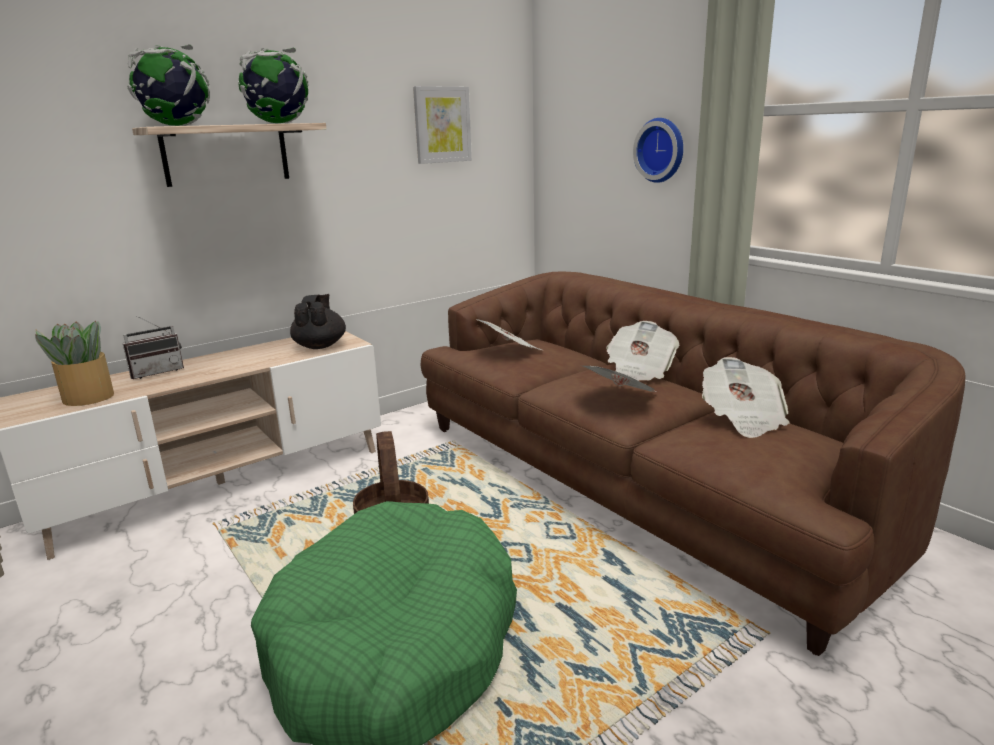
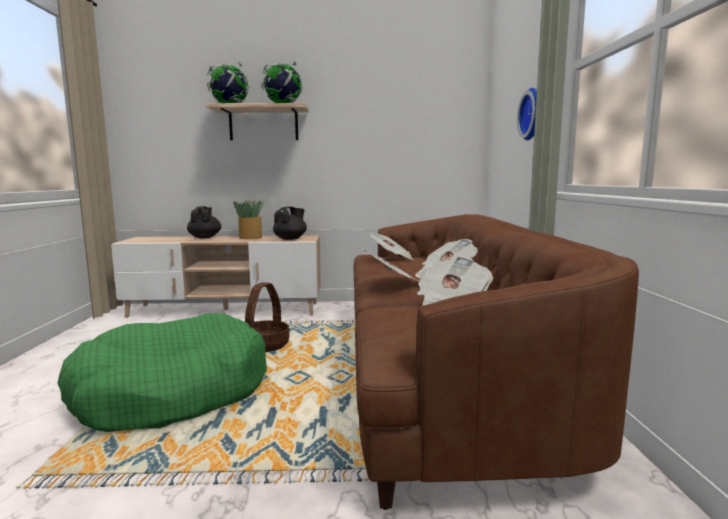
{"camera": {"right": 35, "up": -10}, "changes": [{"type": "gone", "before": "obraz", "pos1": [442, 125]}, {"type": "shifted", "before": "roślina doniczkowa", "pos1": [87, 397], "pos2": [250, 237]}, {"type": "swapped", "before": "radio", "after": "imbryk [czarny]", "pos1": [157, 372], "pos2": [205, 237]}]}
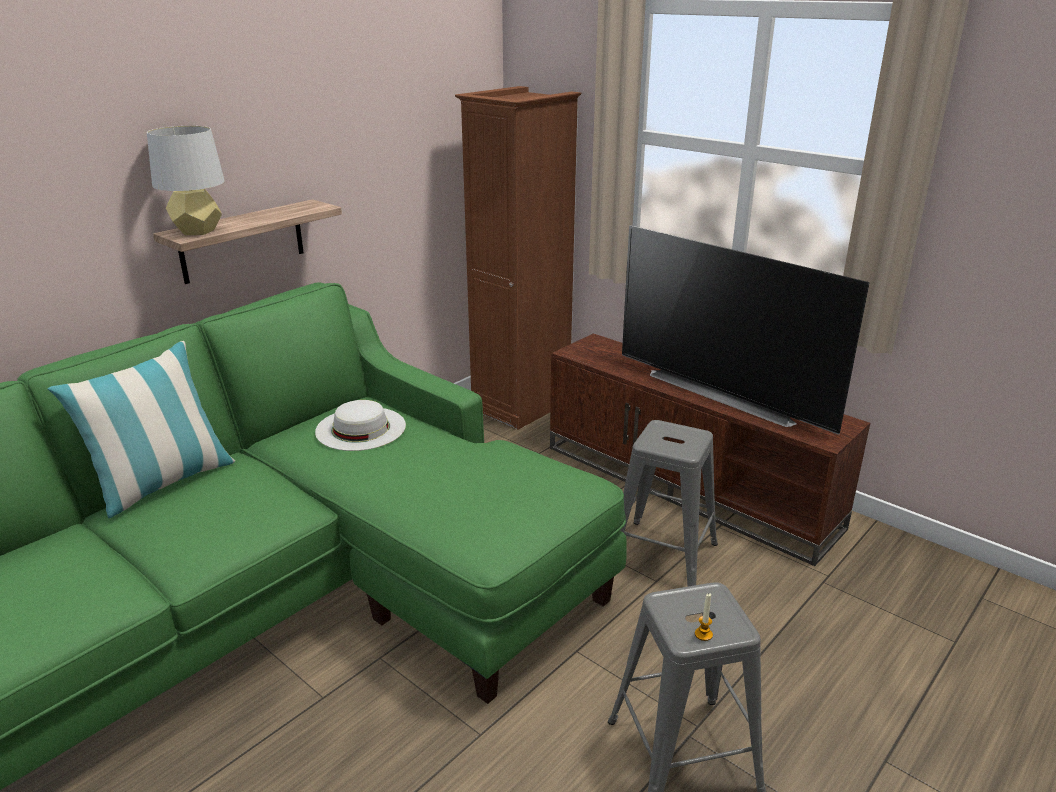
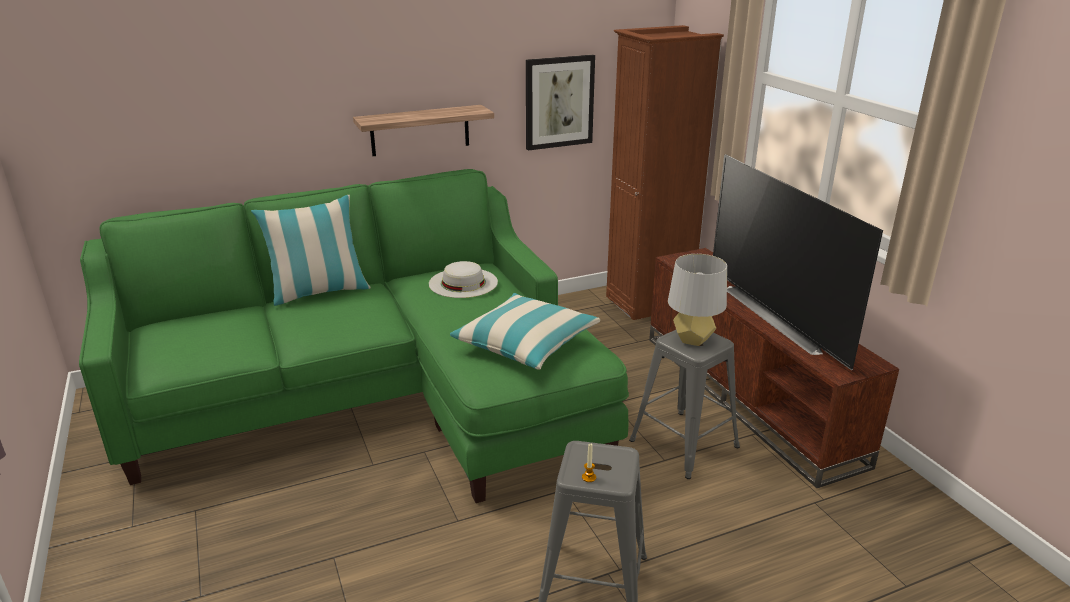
{"camera": {"right": 25, "up": 0}, "changes": [{"type": "new", "after": "poduszka", "pos2": [525, 343]}, {"type": "new", "after": "obraz", "pos2": [559, 102]}, {"type": "shifted", "before": "lampa stołowa [szary]", "pos1": [198, 231], "pos2": [693, 339]}]}
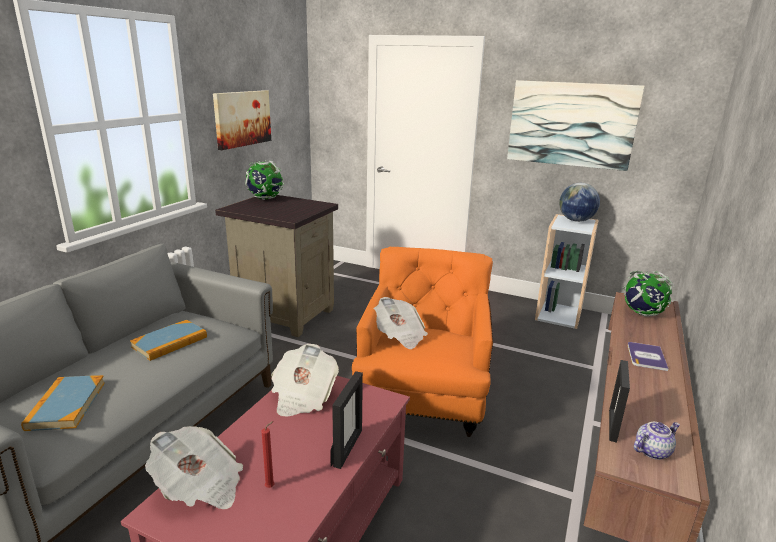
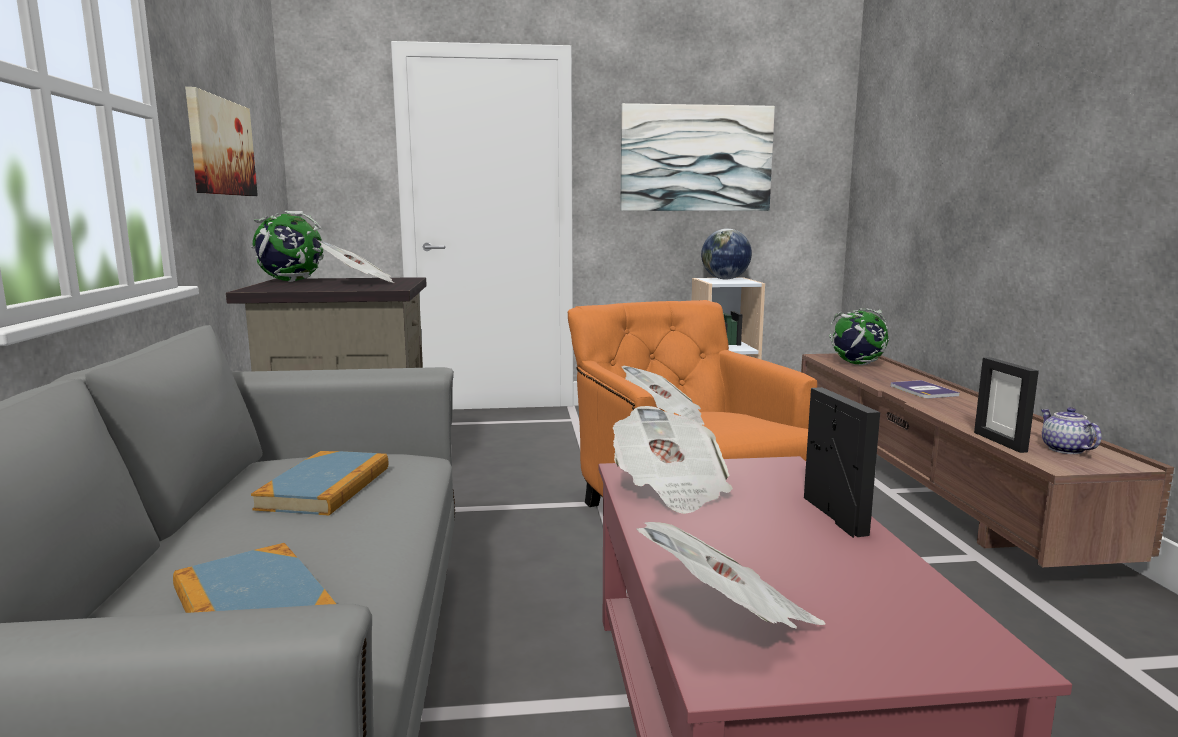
{"camera": {"right": -30, "up": -10}, "changes": [{"type": "gone", "before": "świeca [czerwony]", "pos1": [271, 486]}, {"type": "new", "after": "gazeta", "pos2": [360, 283]}, {"type": "rotated", "before": "imbryk", "pos1": [652, 450], "pos2": [1064, 449], "turn": -45}]}
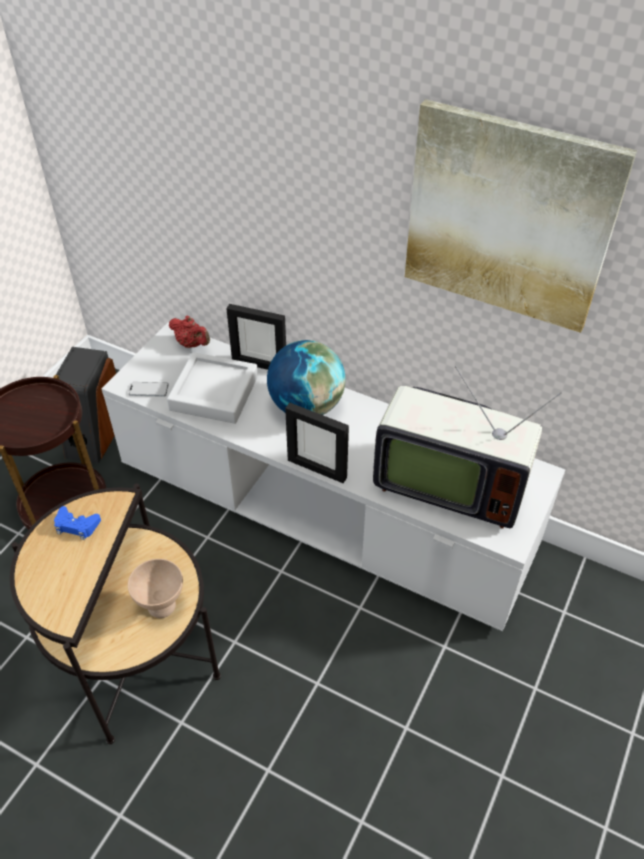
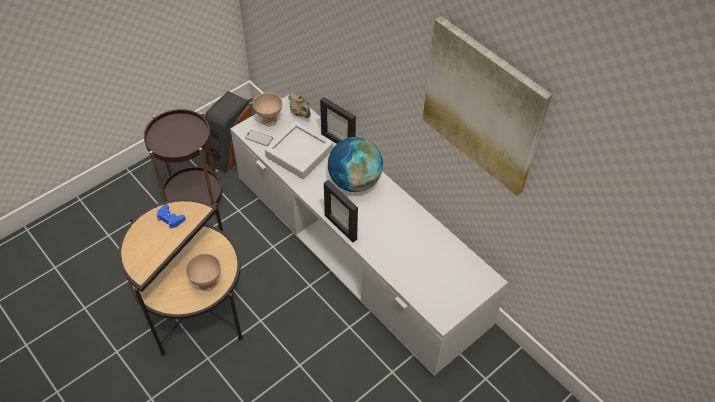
{"camera": {"right": 20, "up": 5}, "changes": [{"type": "gone", "before": "telewizor", "pos1": [448, 483]}, {"type": "new", "after": "miska [beżowy]", "pos2": [268, 121]}, {"type": "repainted", "before": "imbryk [czerwony]", "after": "imbryk [beżowy]", "pos1": [192, 344], "pos2": [300, 113]}]}
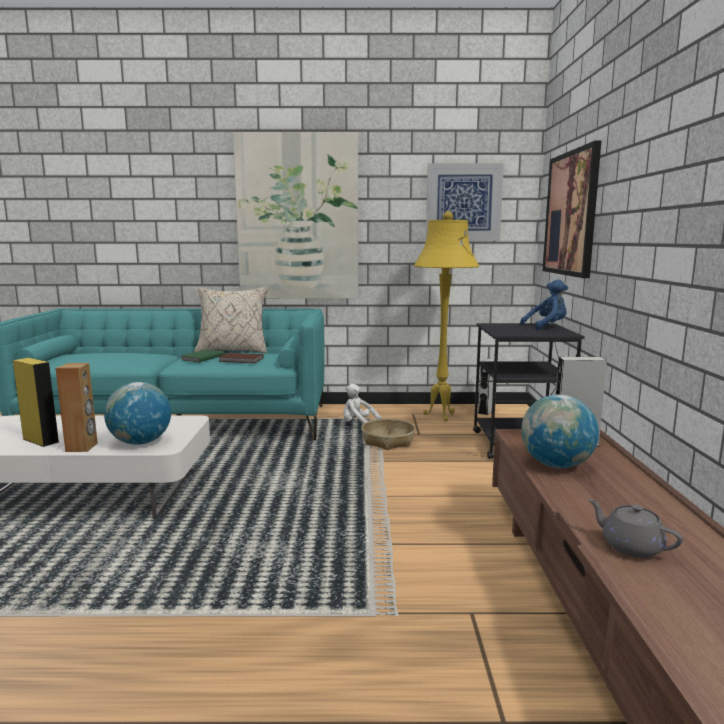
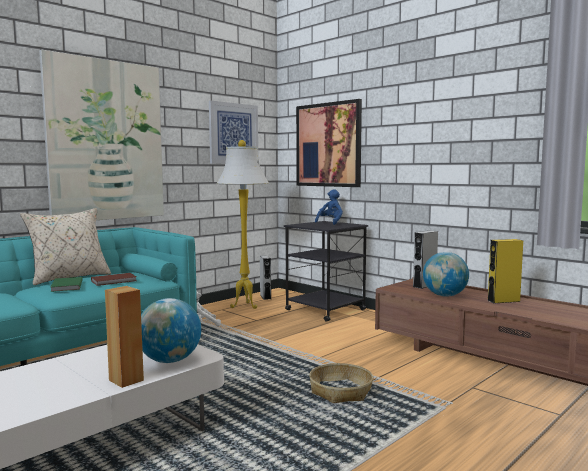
{"camera": {"right": -45, "up": -5}, "changes": [{"type": "gone", "before": "imbryk [szary]", "pos1": [630, 546]}, {"type": "shifted", "before": "głośnik [żółty]", "pos1": [40, 440], "pos2": [503, 301]}, {"type": "shifted", "before": "koszyk", "pos1": [388, 441], "pos2": [341, 391]}, {"type": "repainted", "before": "lampa stojąca [żółty]", "after": "lampa stojąca [biały]", "pos1": [441, 416], "pos2": [244, 306]}]}
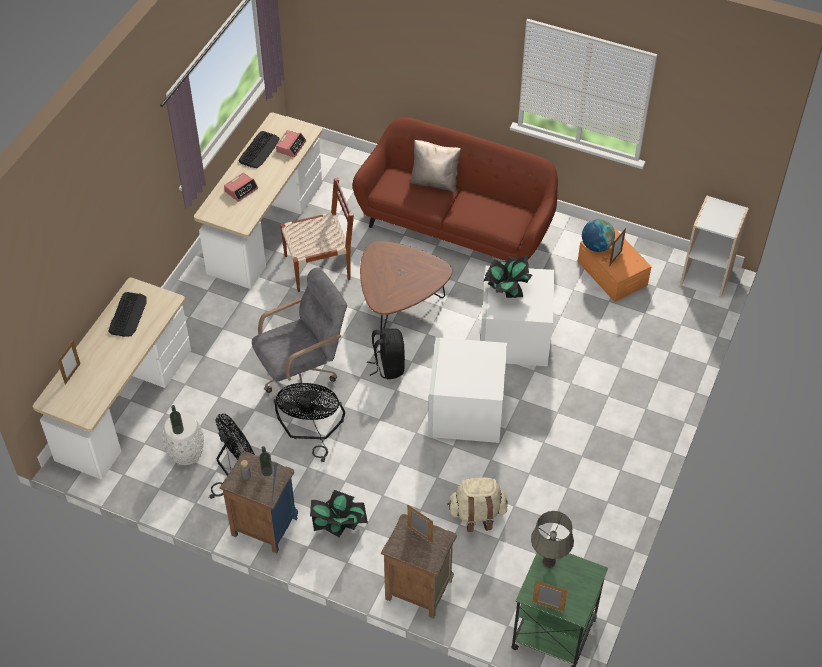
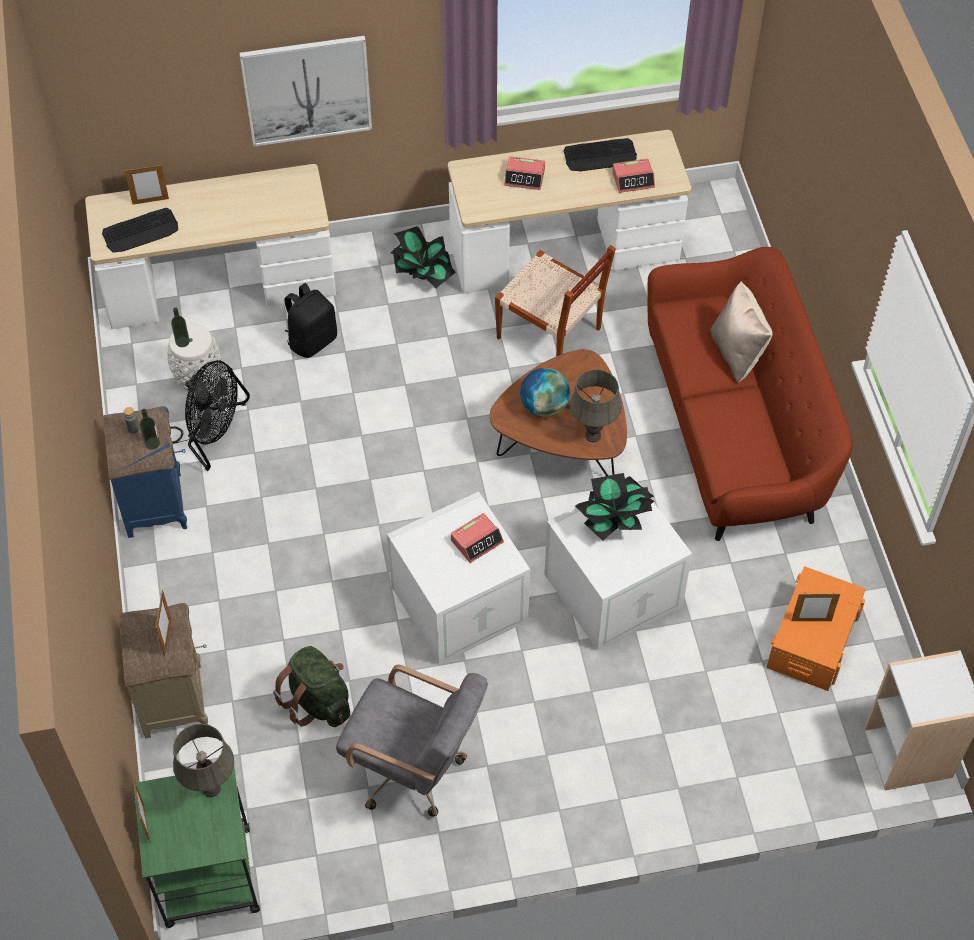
{"camera": {"right": 55, "up": 5}, "changes": [{"type": "gone", "before": "wentylator [czarny]", "pos1": [311, 431]}, {"type": "new", "after": "obraz", "pos2": [307, 90]}, {"type": "new", "after": "budzik", "pos2": [477, 541]}, {"type": "new", "after": "lampa stołowa [szary]", "pos2": [593, 435]}, {"type": "shifted", "before": "klawiatura", "pos1": [128, 314], "pos2": [141, 231]}, {"type": "shifted", "before": "krzesło biurowe [szary]", "pos1": [303, 376], "pos2": [414, 773]}, {"type": "shifted", "before": "roślina doniczkowa", "pos1": [339, 525], "pos2": [422, 274]}, {"type": "shifted", "before": "plecak [czarny]", "pos1": [388, 366], "pos2": [312, 340]}, {"type": "shifted", "before": "globus", "pos1": [596, 246], "pos2": [544, 406]}, {"type": "repainted", "before": "plecak [beżowy]", "after": "plecak [zielony]", "pos1": [477, 514], "pos2": [317, 701]}]}
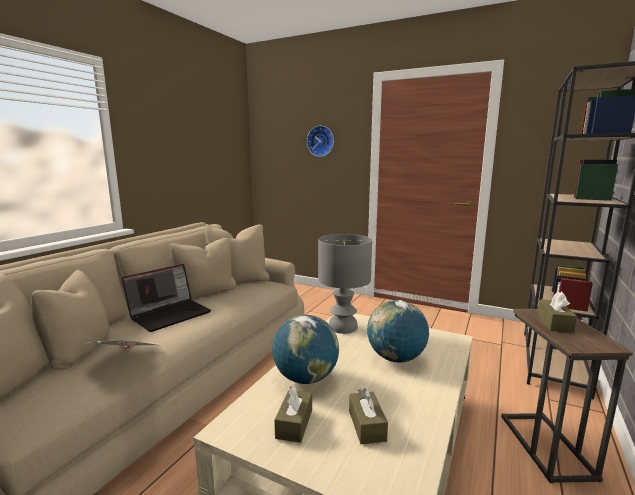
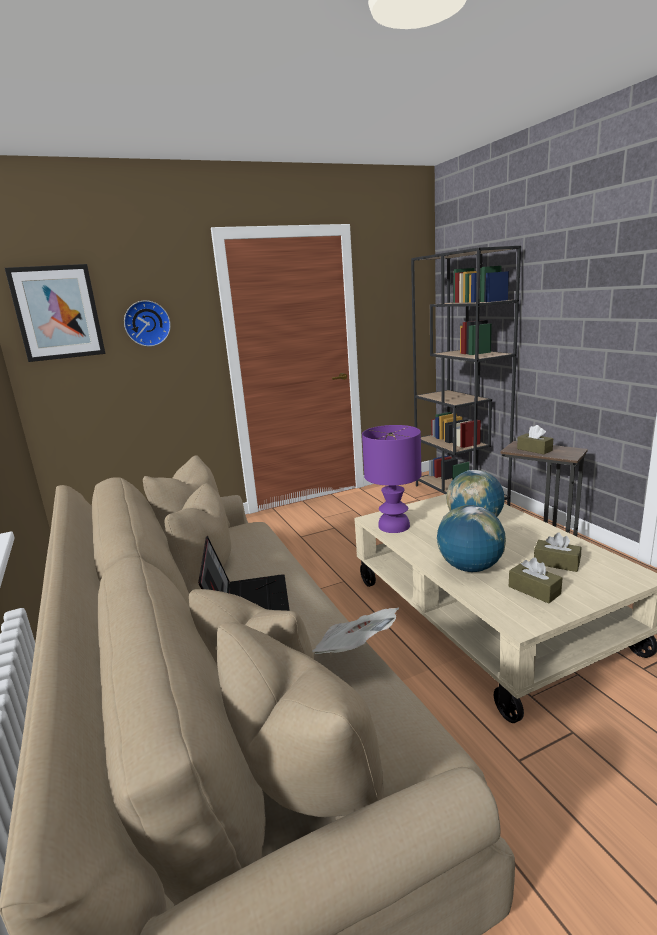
{"camera": {"right": -50, "up": 5}, "changes": [{"type": "new", "after": "obraz", "pos2": [57, 313]}, {"type": "repainted", "before": "lampa stołowa [szary]", "after": "lampa stołowa [fioletowy]", "pos1": [343, 327], "pos2": [394, 525]}]}
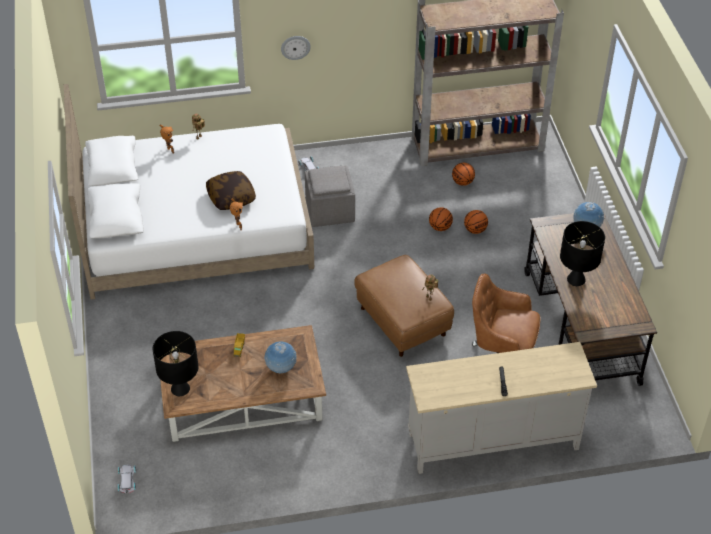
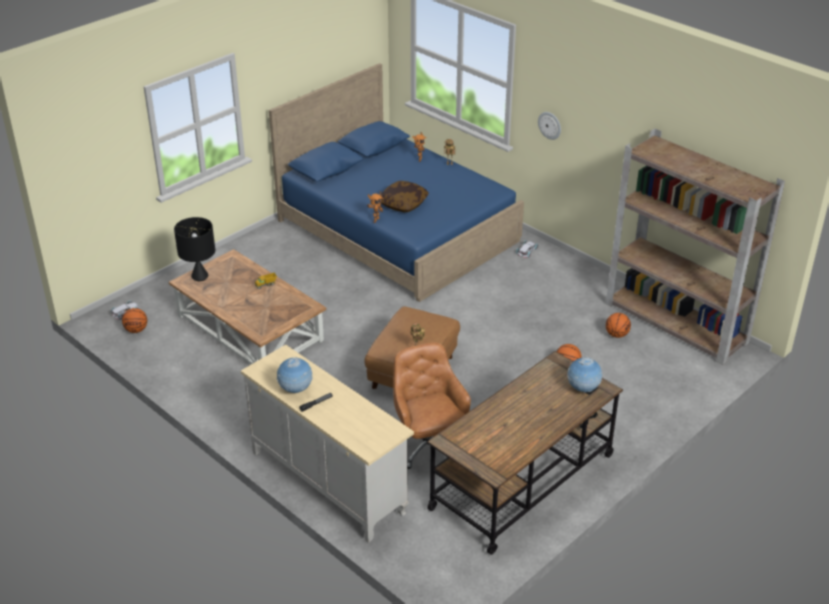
{"camera": {"right": 55, "up": -10}, "changes": [{"type": "gone", "before": "pufa [szary]", "pos1": [329, 210]}, {"type": "gone", "before": "lampa stołowa [czarny]", "pos1": [575, 281]}, {"type": "shifted", "before": "globus", "pos1": [281, 368], "pos2": [295, 390]}, {"type": "shifted", "before": "piłka do koszykówki", "pos1": [440, 227], "pos2": [136, 330]}, {"type": "repainted", "before": "łóżko [biały]", "after": "łóżko [niebieski]", "pos1": [195, 227], "pos2": [398, 230]}]}
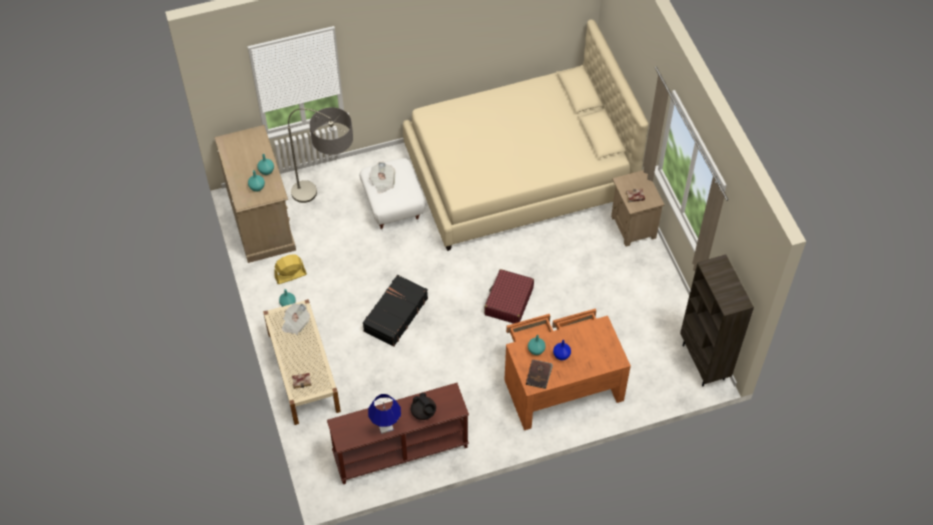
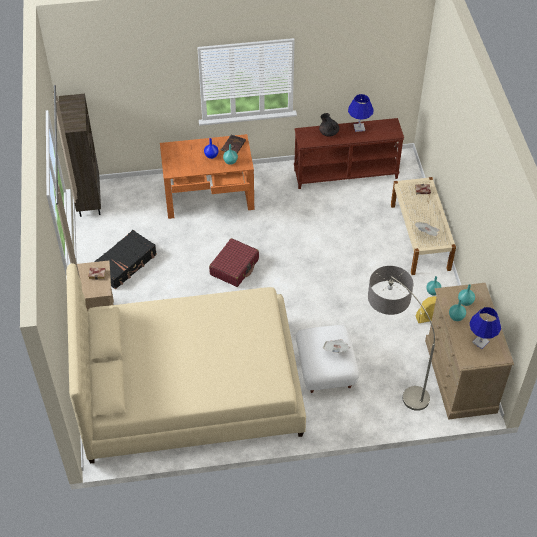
{"camera": {"right": -170, "up": -5}, "changes": [{"type": "new", "after": "lampa stołowa [niebieski]", "pos2": [480, 342]}, {"type": "shifted", "before": "walizka [czarny]", "pos1": [395, 315], "pos2": [125, 264]}]}
